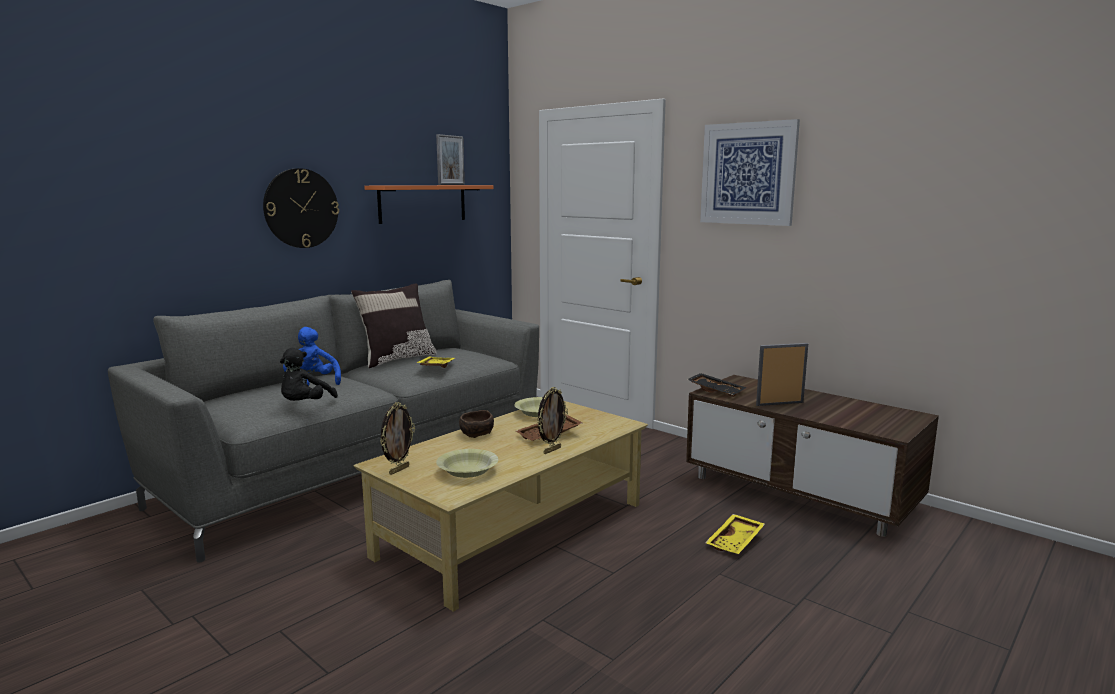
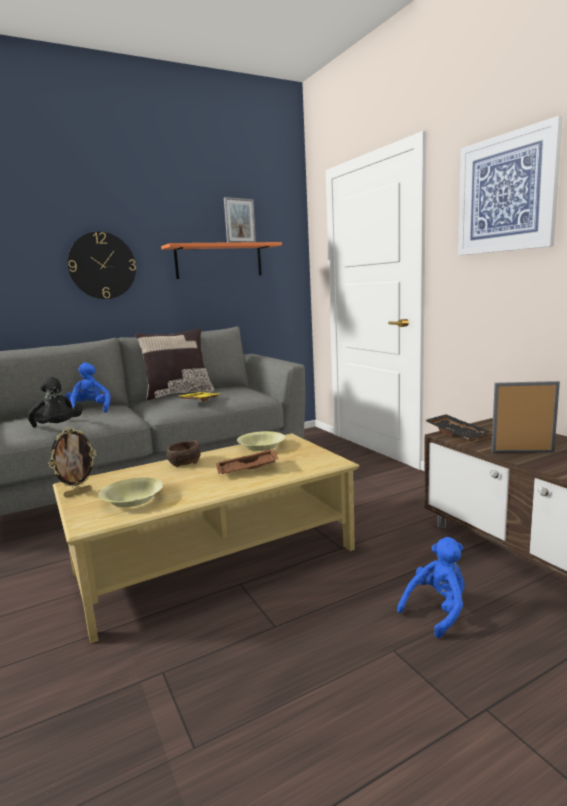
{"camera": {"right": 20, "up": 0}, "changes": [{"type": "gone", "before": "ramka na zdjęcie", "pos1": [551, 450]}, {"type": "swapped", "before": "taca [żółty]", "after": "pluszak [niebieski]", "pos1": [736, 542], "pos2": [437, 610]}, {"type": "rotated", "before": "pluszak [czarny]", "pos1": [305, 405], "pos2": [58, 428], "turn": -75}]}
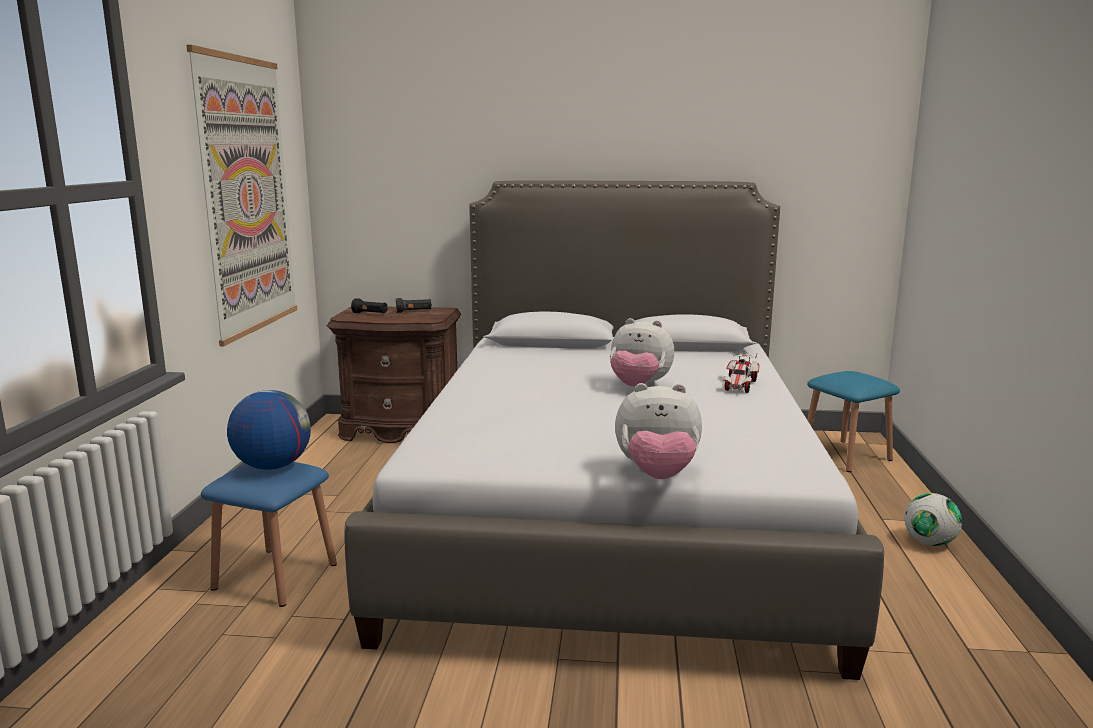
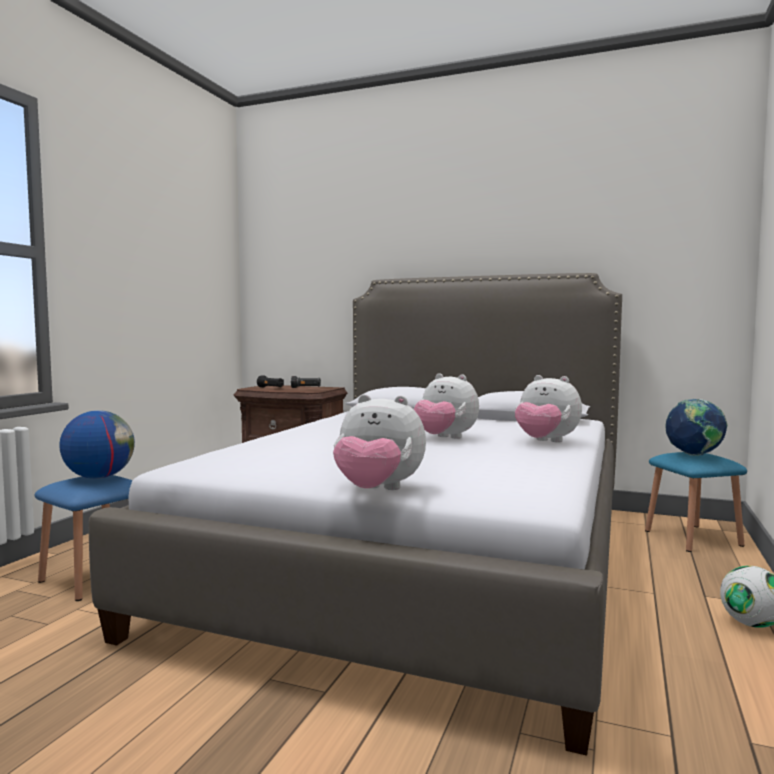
{"camera": {"right": 15, "up": -10}, "changes": [{"type": "gone", "before": "obraz", "pos1": [247, 196]}, {"type": "new", "after": "globus", "pos2": [694, 455]}, {"type": "swapped", "before": "samochodzik", "after": "pluszak", "pos1": [740, 385], "pos2": [545, 442]}]}
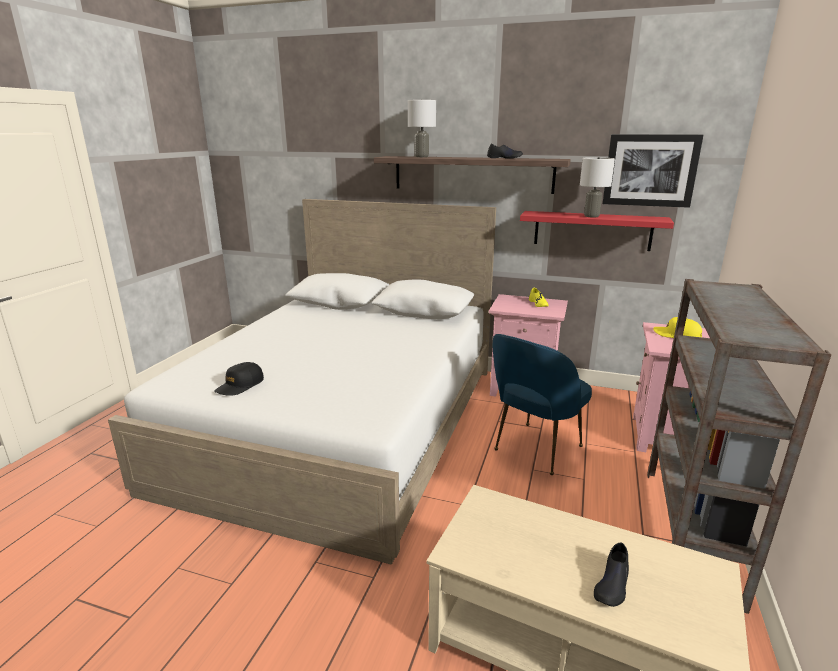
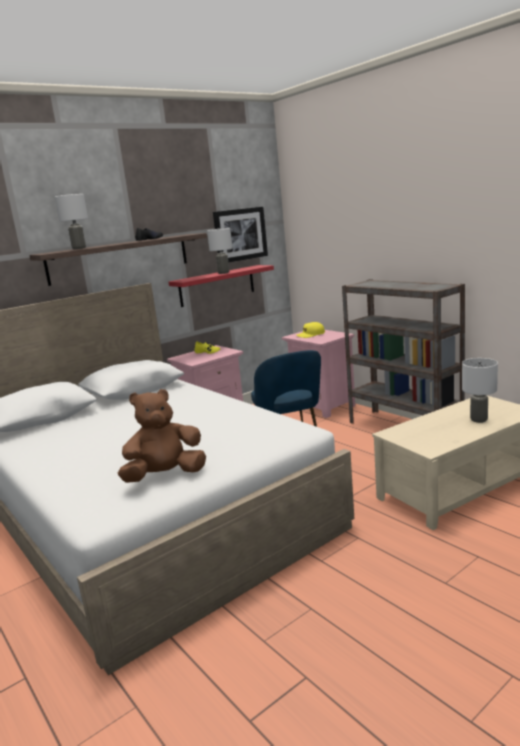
{"camera": {"right": -55, "up": -5}, "changes": [{"type": "swapped", "before": "czapka z daszkiem [czarny]", "after": "pluszak [brązowy]", "pos1": [240, 385], "pos2": [165, 475]}, {"type": "swapped", "before": "but [czarny]", "after": "lampa stołowa [biały]", "pos1": [612, 584], "pos2": [479, 419]}]}
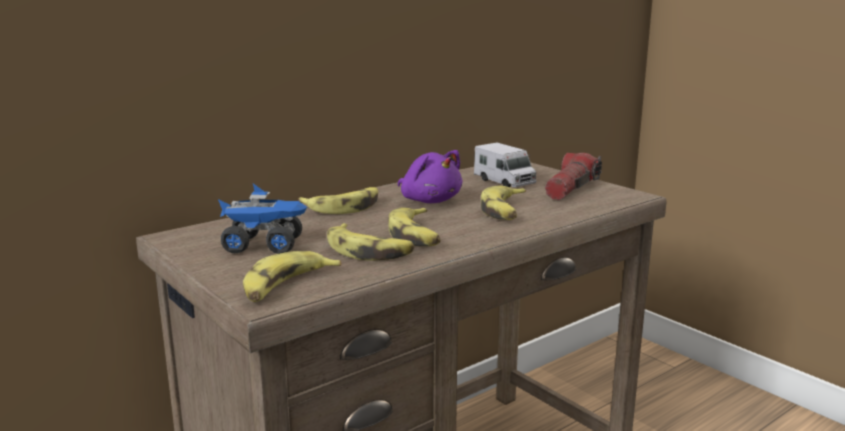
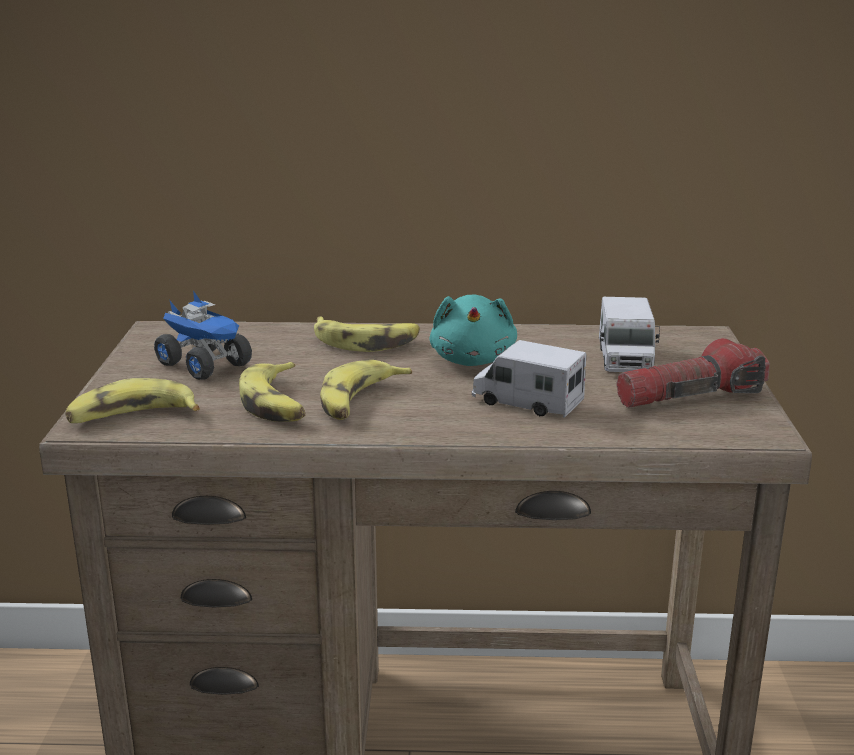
{"camera": {"right": 40, "up": 5}, "changes": [{"type": "swapped", "before": "banan", "after": "ciężarówka zabawkowa", "pos1": [505, 211], "pos2": [527, 402]}, {"type": "repainted", "before": "pluszak [fioletowy]", "after": "pluszak [turkusowy]", "pos1": [429, 200], "pos2": [473, 360]}]}
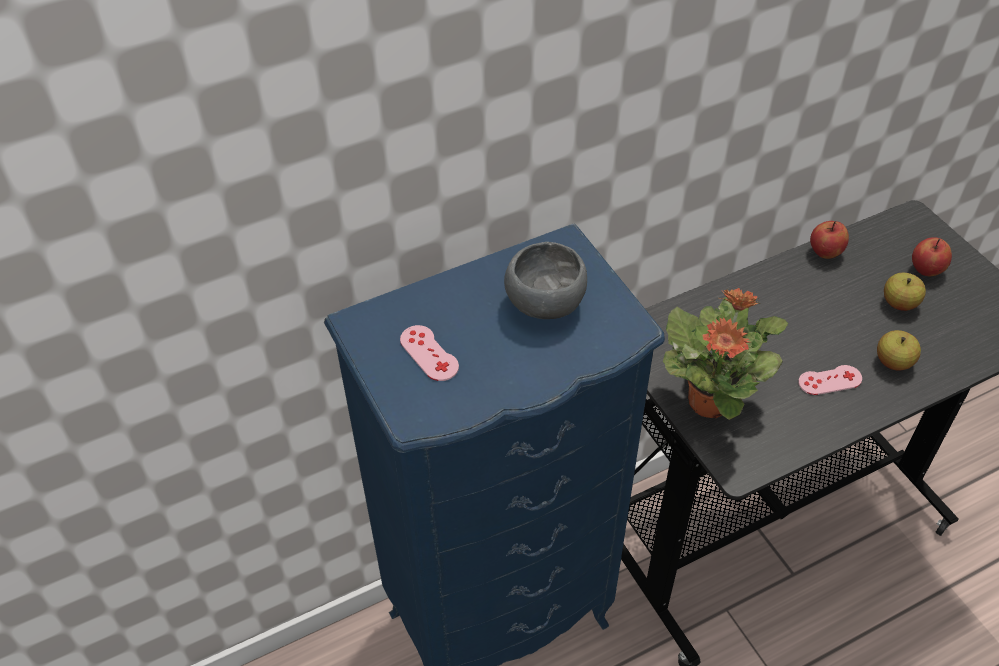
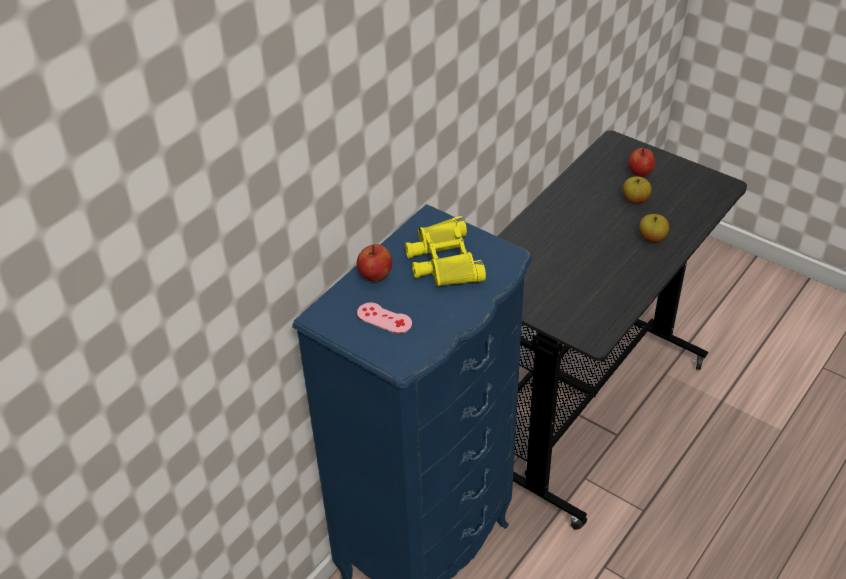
{"camera": {"right": -25, "up": -5}, "changes": [{"type": "gone", "before": "roślina doniczkowa", "pos1": [710, 400]}, {"type": "gone", "before": "pad do gier [różowy]", "pos1": [830, 380]}, {"type": "shifted", "before": "jabłko", "pos1": [825, 252], "pos2": [375, 276]}, {"type": "swapped", "before": "miska [szary]", "after": "lornetka [żółty]", "pos1": [546, 304], "pos2": [443, 260]}]}
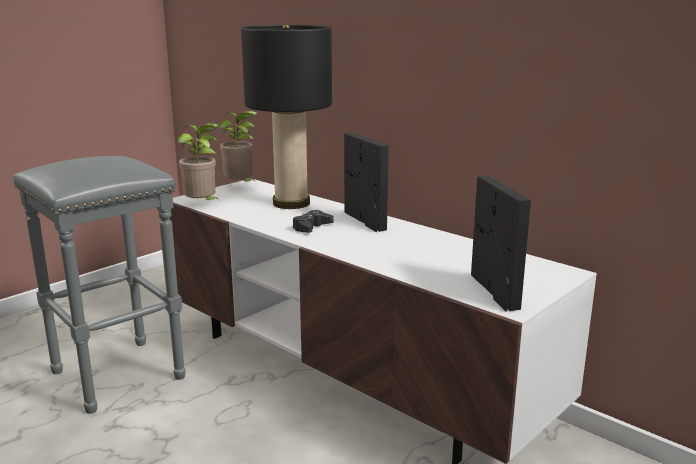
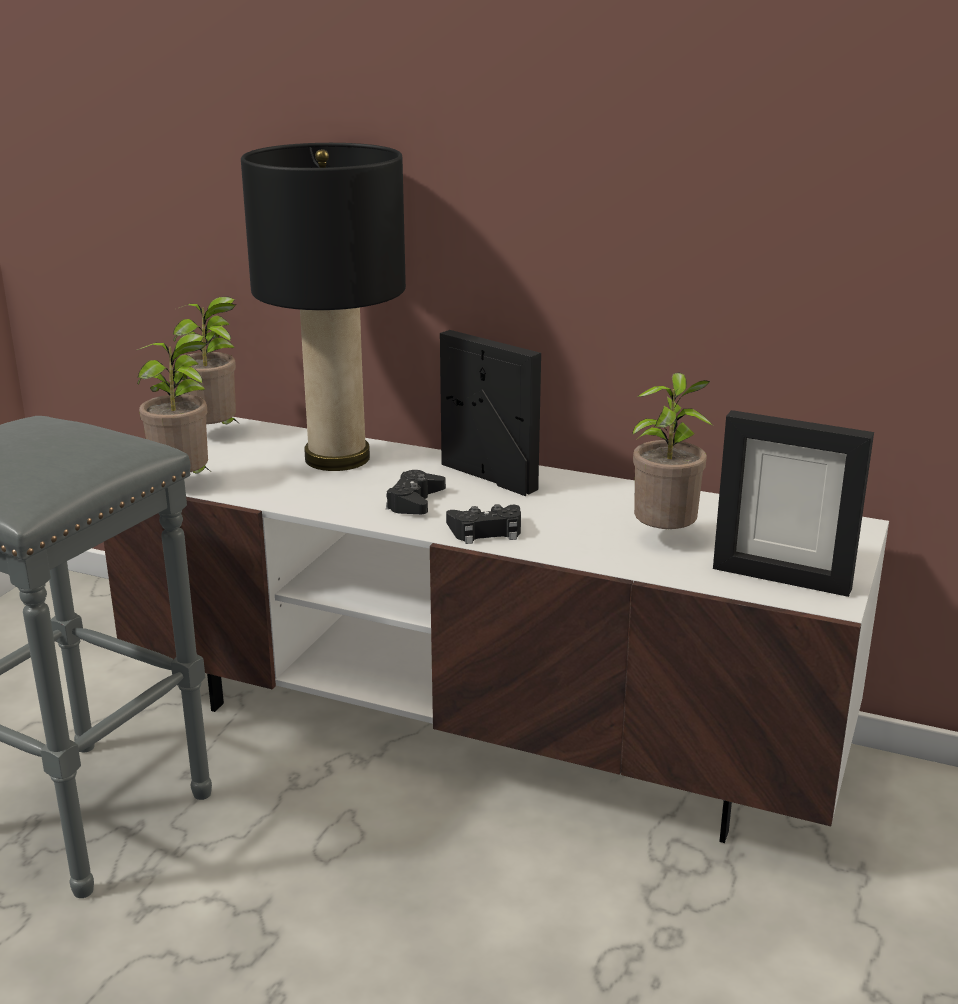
{"camera": {"right": -20, "up": 5}, "changes": [{"type": "new", "after": "pad do gier [czarny]", "pos2": [486, 531]}, {"type": "new", "after": "roślina doniczkowa", "pos2": [665, 538]}, {"type": "rotated", "before": "ramka na zdjęcie", "pos1": [492, 291], "pos2": [782, 577], "turn": 150}]}
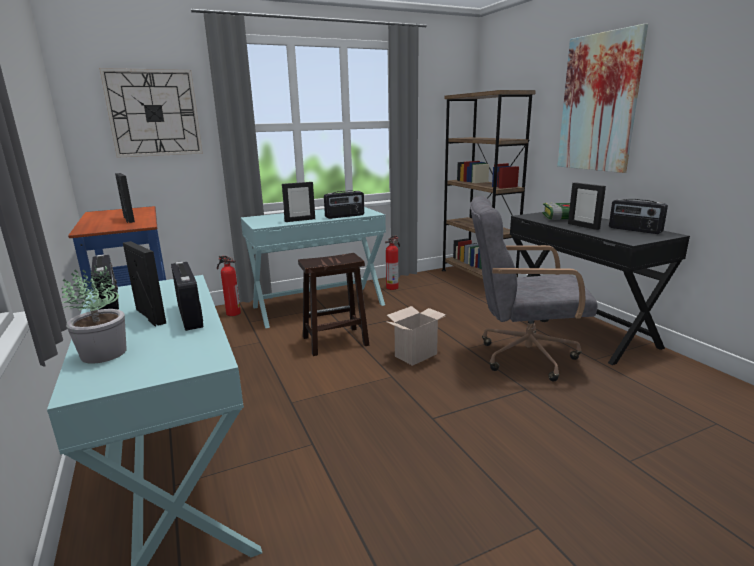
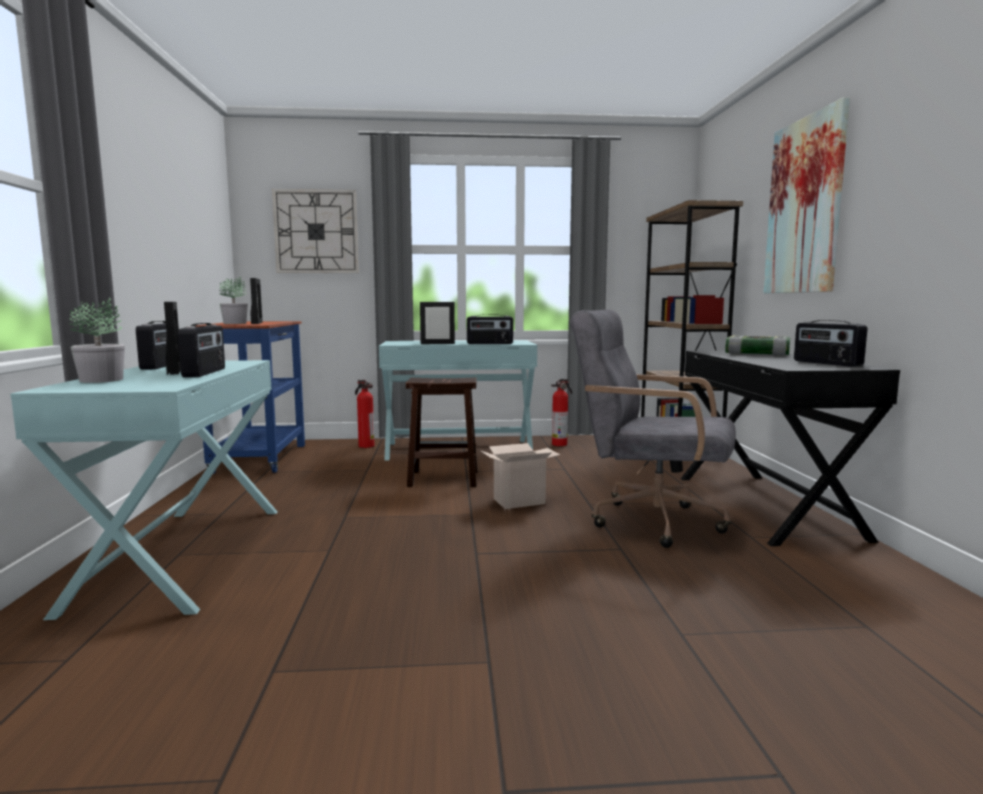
{"camera": {"right": 20, "up": -10}, "changes": [{"type": "gone", "before": "ramka na zdjęcie", "pos1": [584, 226]}, {"type": "new", "after": "roślina doniczkowa", "pos2": [235, 323]}]}
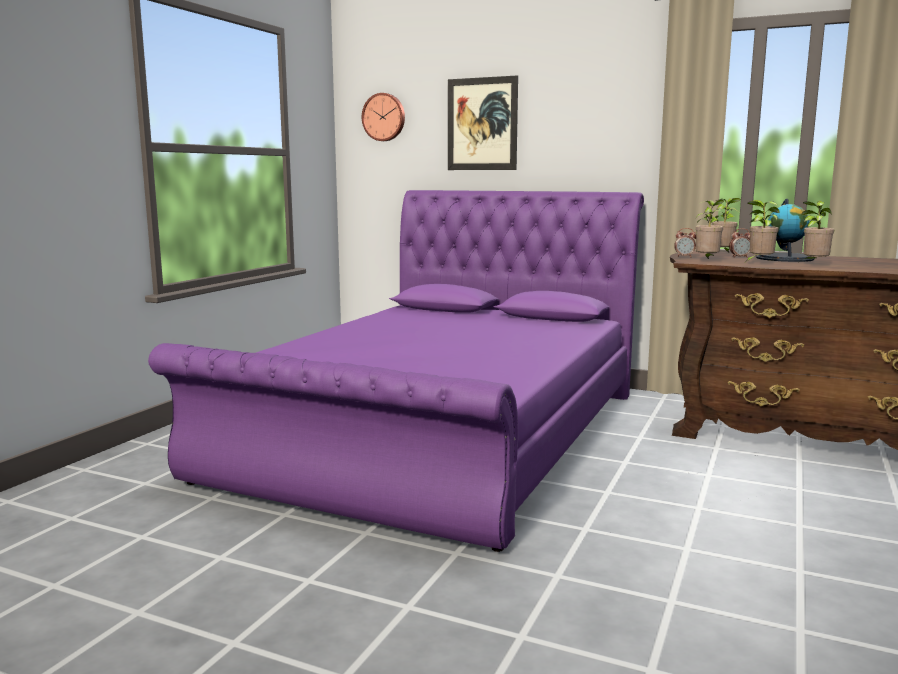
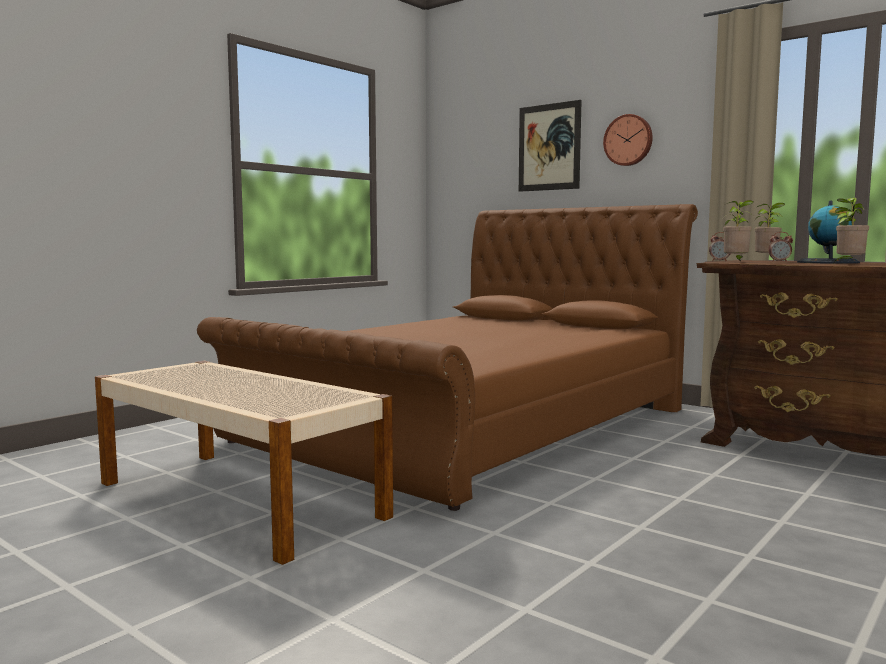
{"camera": {"right": 15, "up": -5}, "changes": [{"type": "gone", "before": "roślina doniczkowa", "pos1": [759, 262]}, {"type": "new", "after": "ławka [beżowy]", "pos2": [239, 499]}, {"type": "shifted", "before": "zegar ścienny", "pos1": [384, 117], "pos2": [628, 140]}, {"type": "repainted", "before": "łóżko [fioletowy]", "after": "łóżko [brązowy]", "pos1": [440, 432], "pos2": [471, 424]}]}
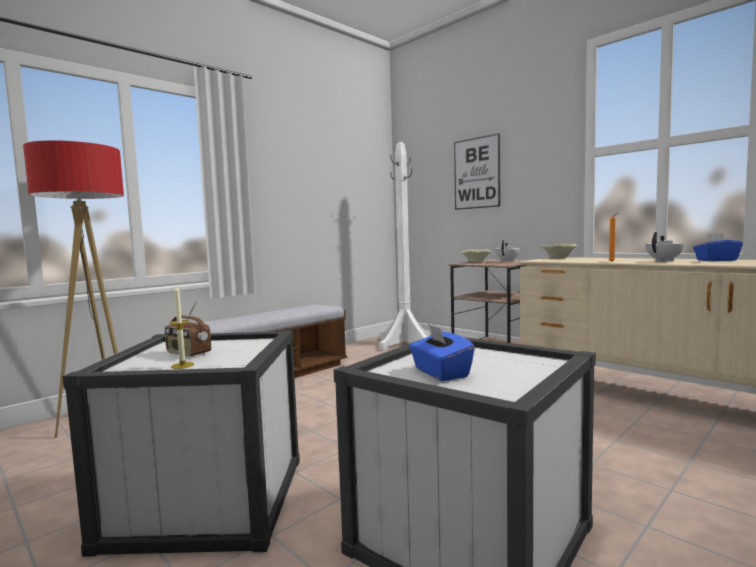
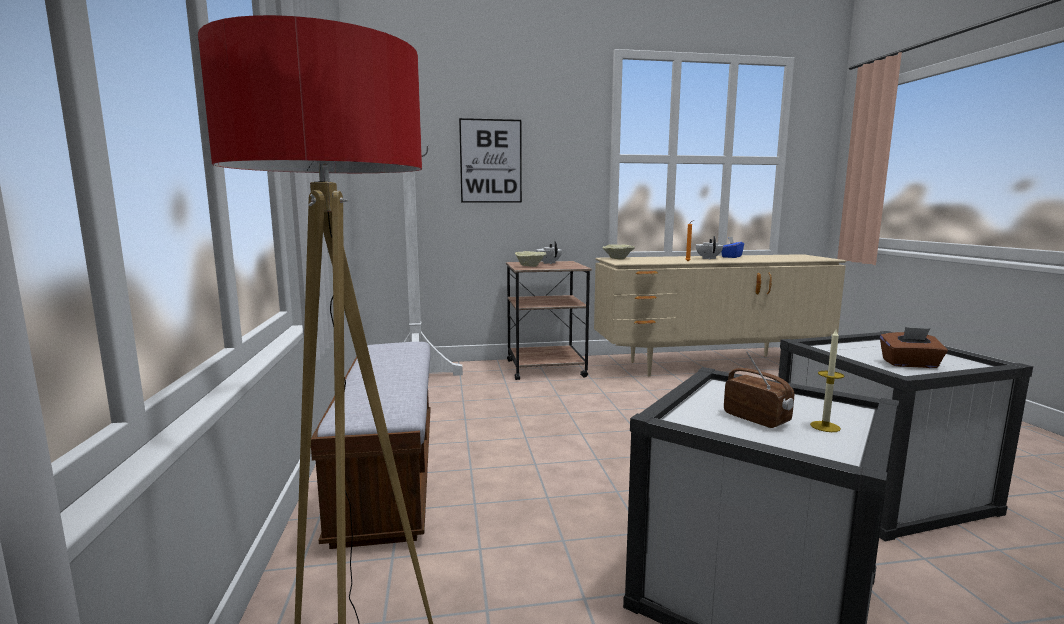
{"camera": {"right": -55, "up": 5}, "changes": [{"type": "repainted", "before": "pudełko chusteczek [niebieski]", "after": "pudełko chusteczek [brązowy]", "pos1": [440, 373], "pos2": [910, 364]}, {"type": "rotated", "before": "radio", "pos1": [188, 353], "pos2": [757, 419], "turn": -105}]}
